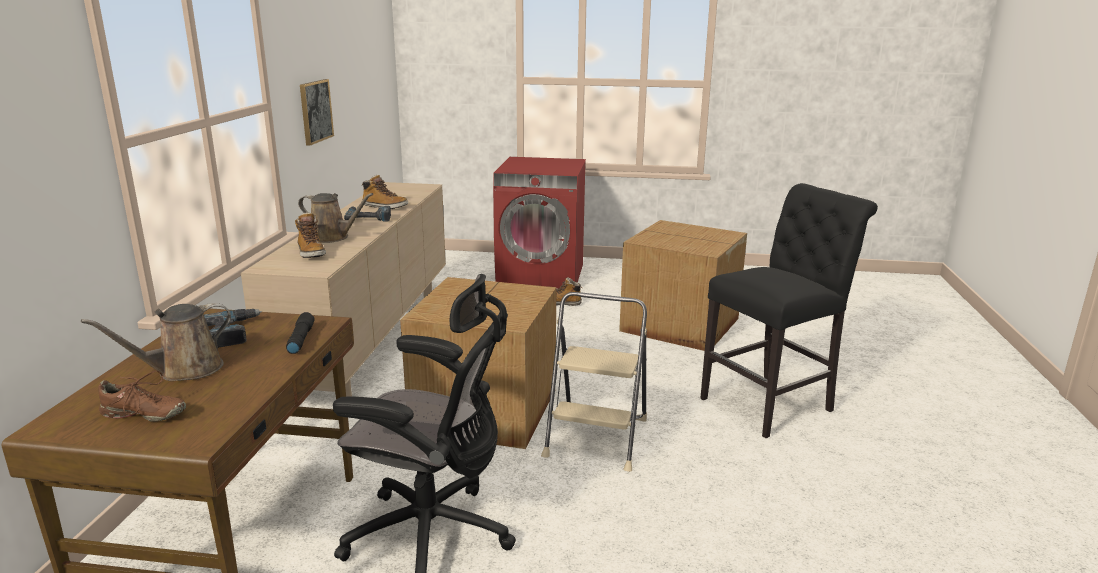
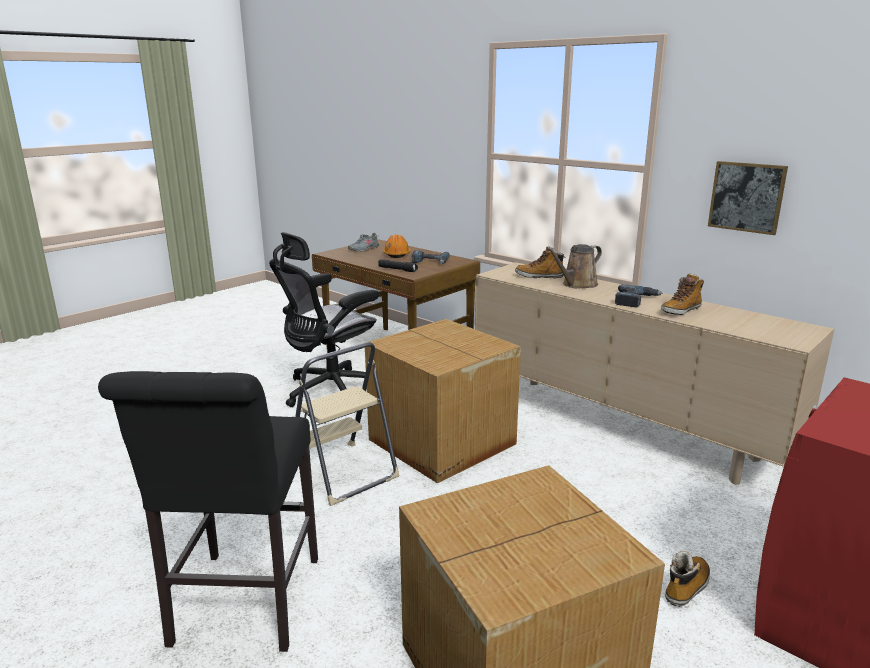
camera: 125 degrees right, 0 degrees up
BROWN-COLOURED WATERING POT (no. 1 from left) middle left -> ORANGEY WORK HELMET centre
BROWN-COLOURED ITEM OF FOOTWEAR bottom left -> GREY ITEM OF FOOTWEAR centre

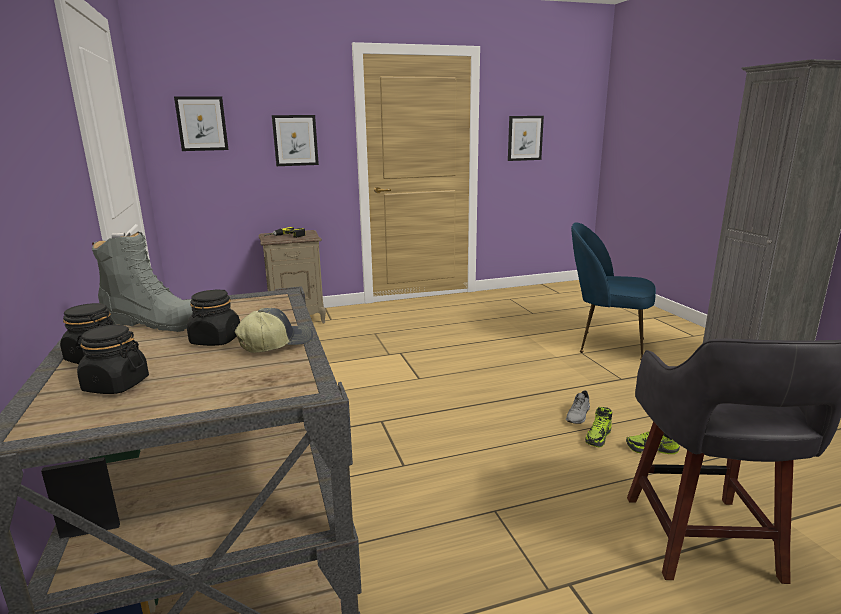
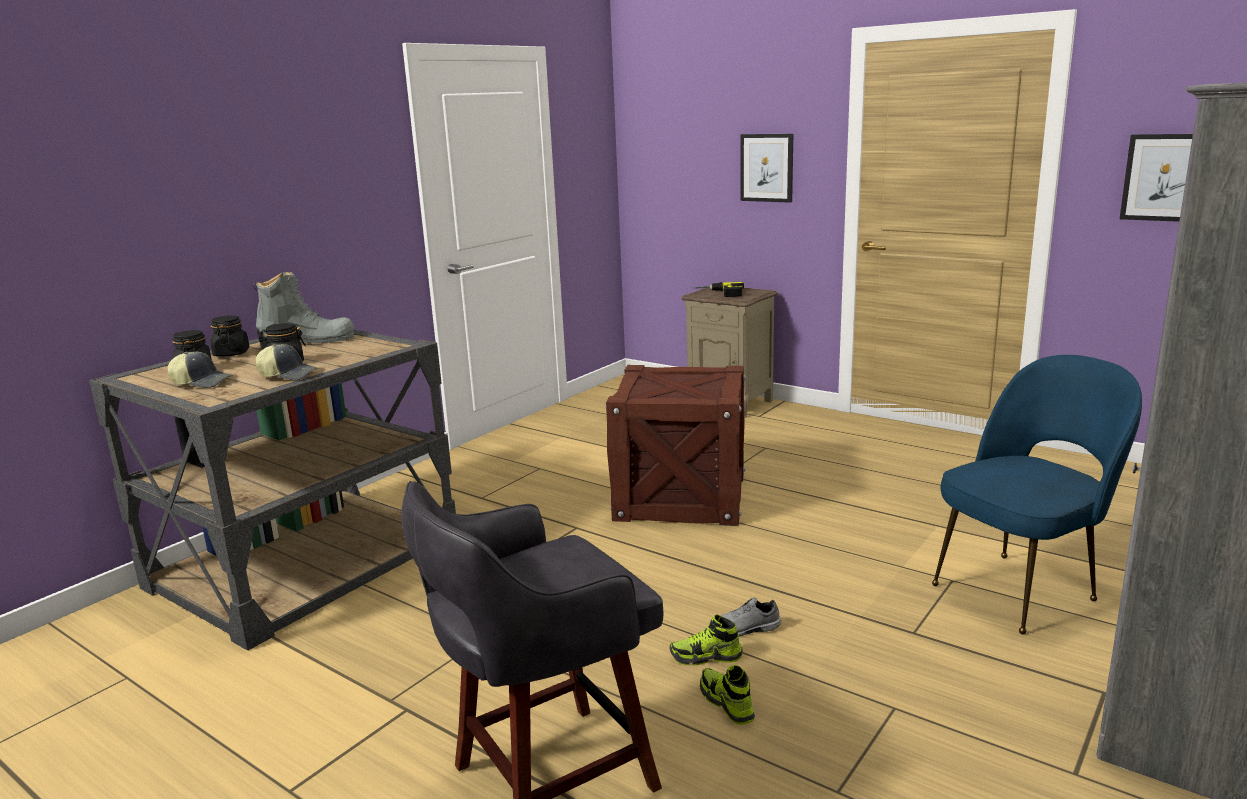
camera: 55 degrees right, 0 degrees up
GREY BOOT middle left, 90 degrees counterclockwise
WALL ART (no. 1 from left) top left -> none
BLUE UPRIGHT CHAIR middle right, 75 degrees clockwise
none -> PEAKED CAP (no. 1 from left) middle left
none -> PACKING CRATE centre

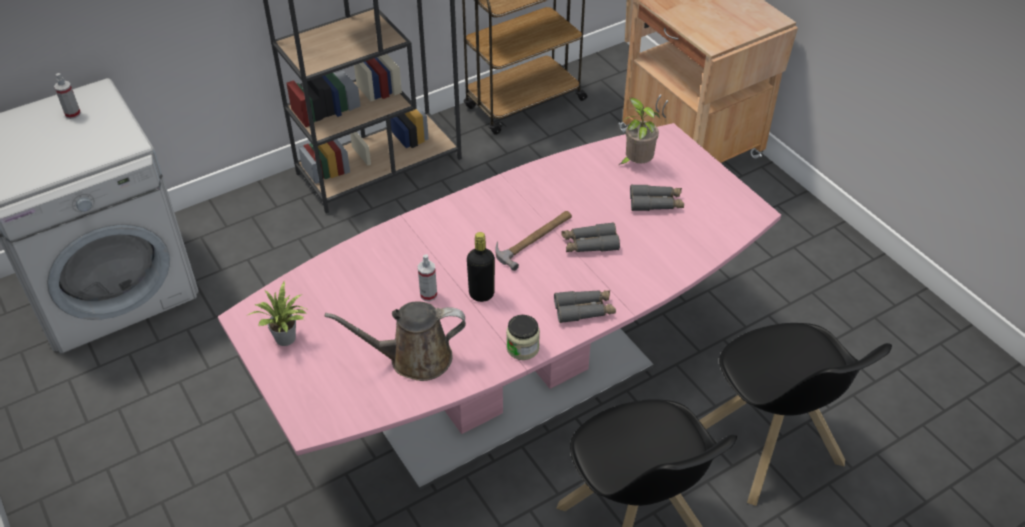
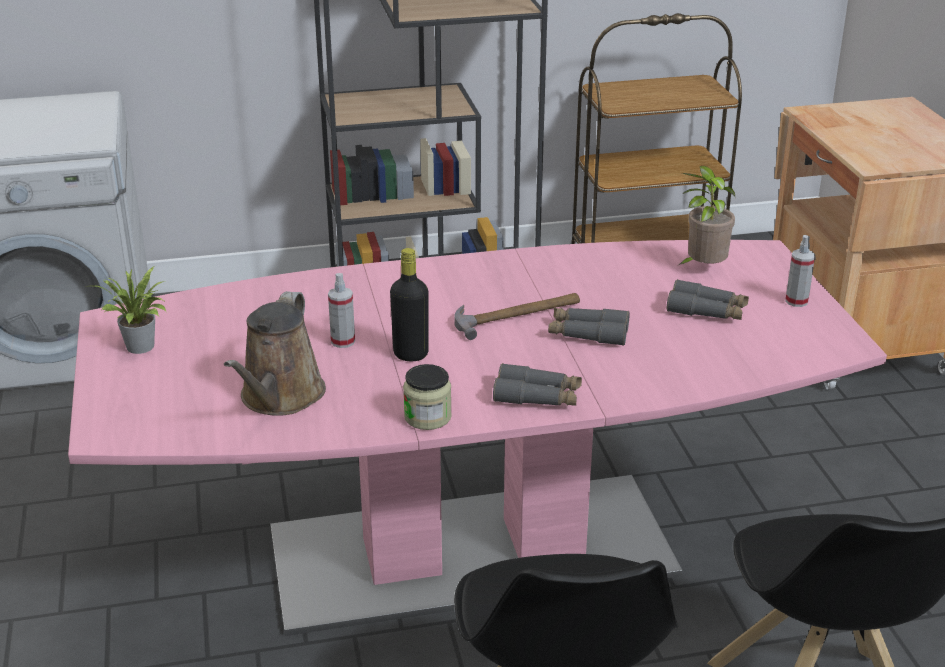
camera: 20 degrees right, 15 degrees down
SPRAY BOTTLE (no. 1 from left in the first image) top left -> SPRAY BOTTLE (no. 2 from left) middle right, relocated
BROWN-COLOURED WATERING POT centre -> BROWN-COLOURED WATERING POT middle left, 90 degrees counterclockwise

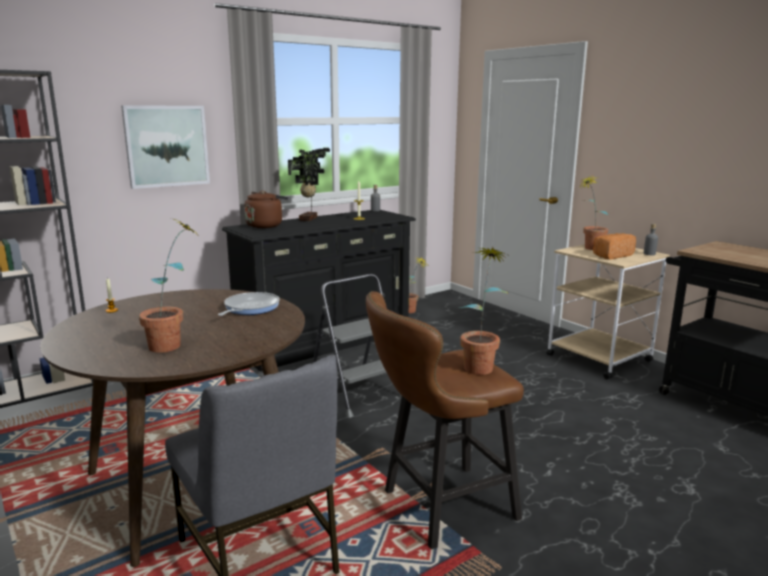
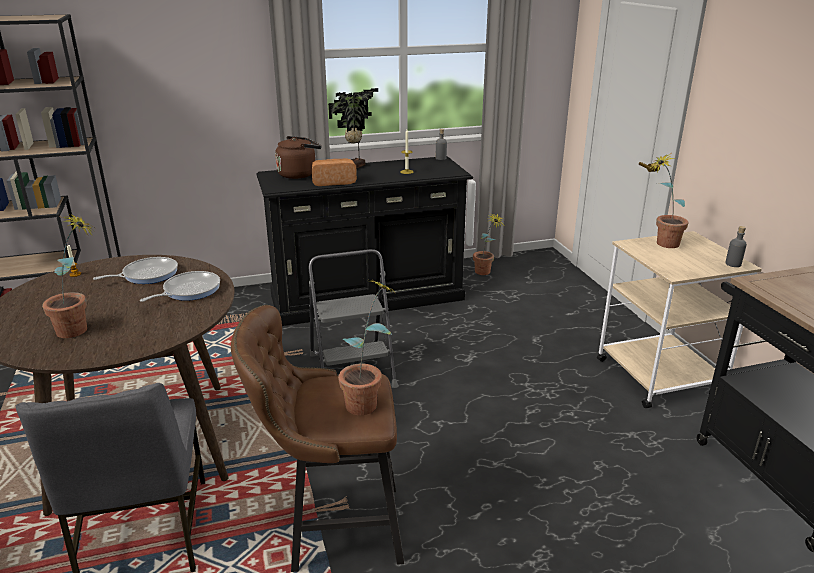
camera: 20 degrees right, 10 degrees up
WALL ART top left -> none
BREAD middle right -> BREAD top centre, relocated
none -> SKILLET (no. 1 from left) middle left

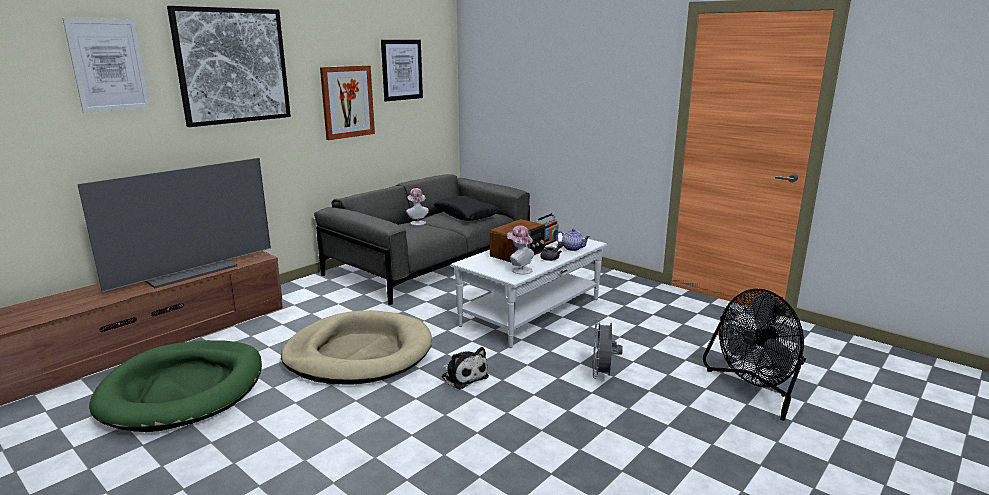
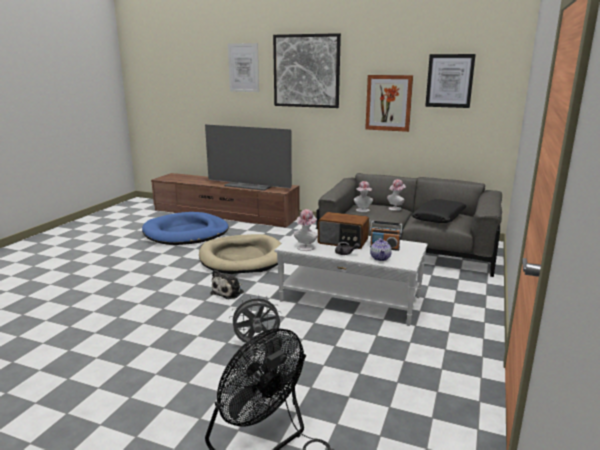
camera: 70 degrees right, 0 degrees up
GREEN PET BED bottom left -> BLUE PET BED middle left
none -> CLOTHING HAT (no. 2 from left) centre

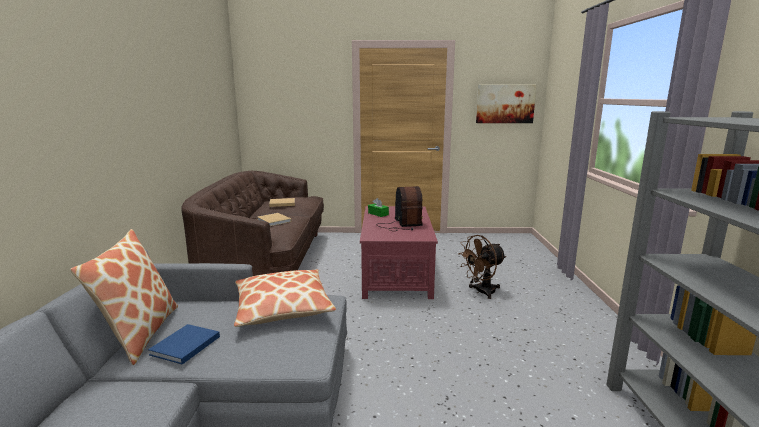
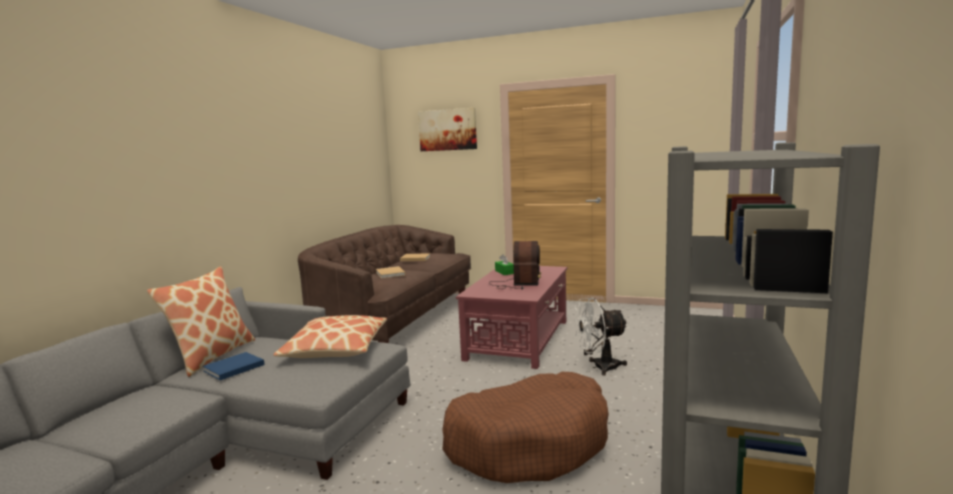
camera: 20 degrees right, 5 degrees down
BROWN-COLOURED ELECTRIC FAN centre -> WHITE ELECTRIC FAN bottom centre
WALL ART top right -> WALL ART top centre, relocated
none -> BROWN-COLOURED PET BED bottom centre

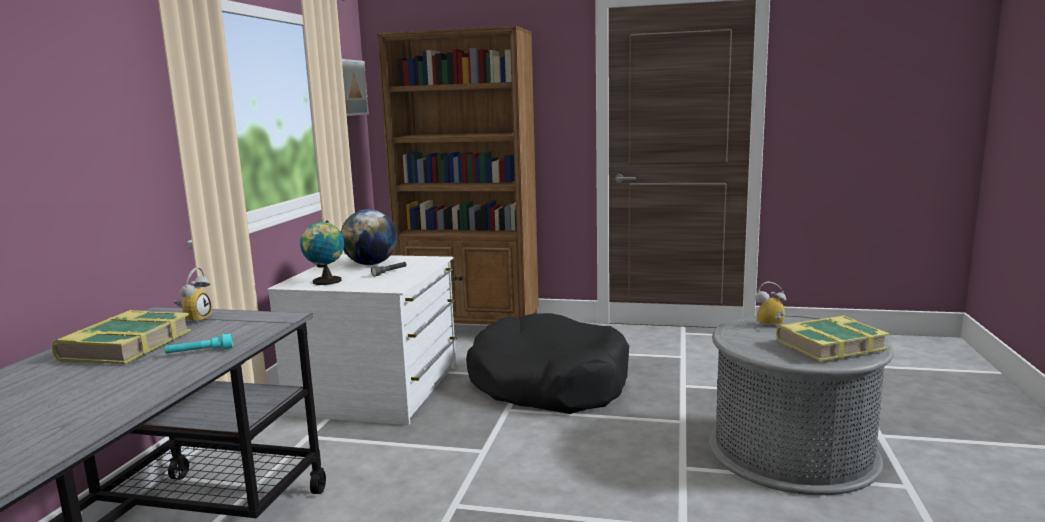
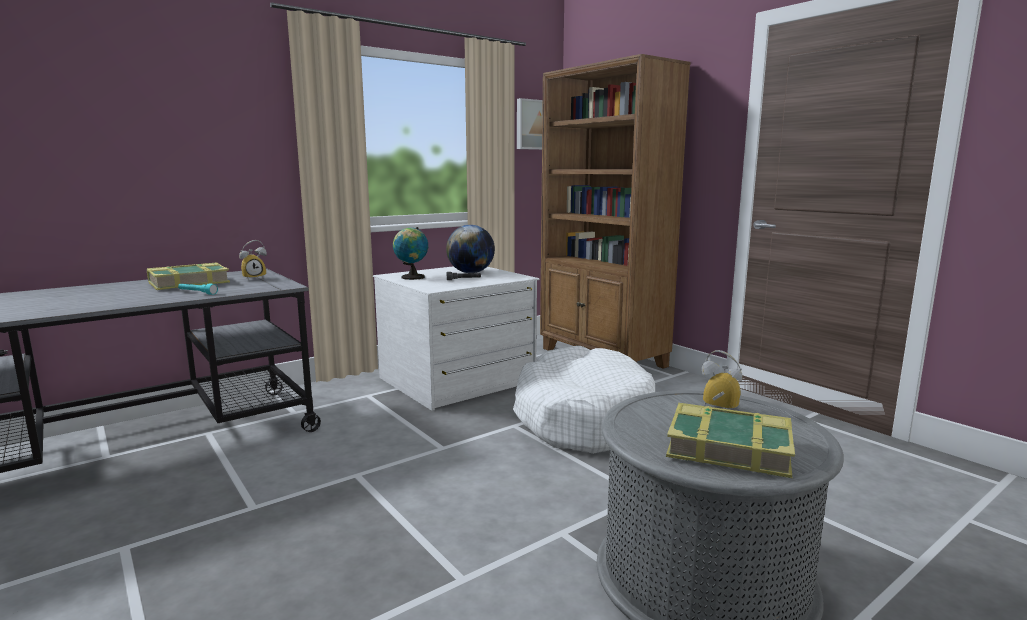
camera: 40 degrees right, 0 degrees up
BLACK-COLOURED PET BED bottom centre -> WHITE PET BED centre

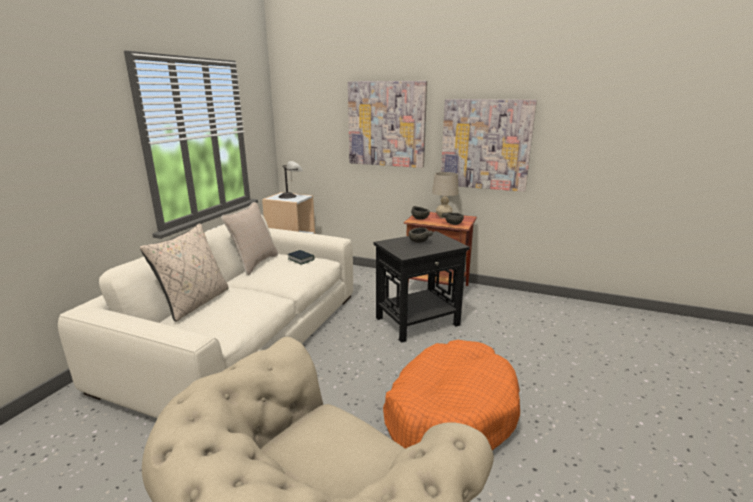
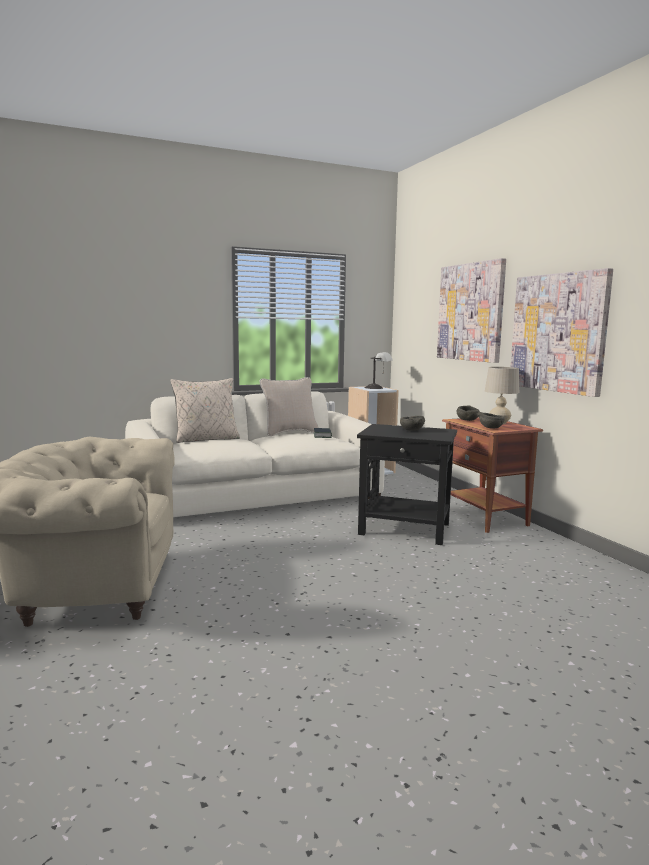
camera: 45 degrees right, 10 degrees down
ORANGEY PET BED bottom centre -> none

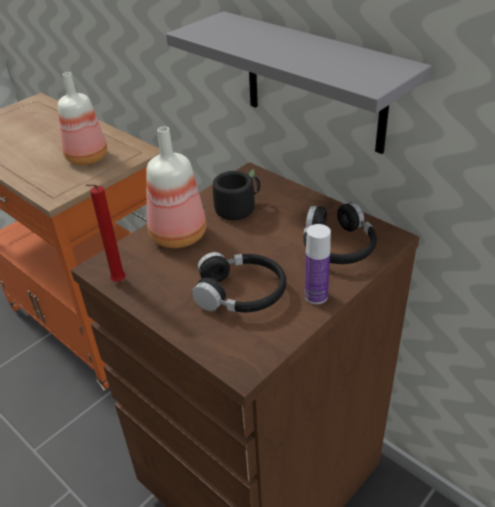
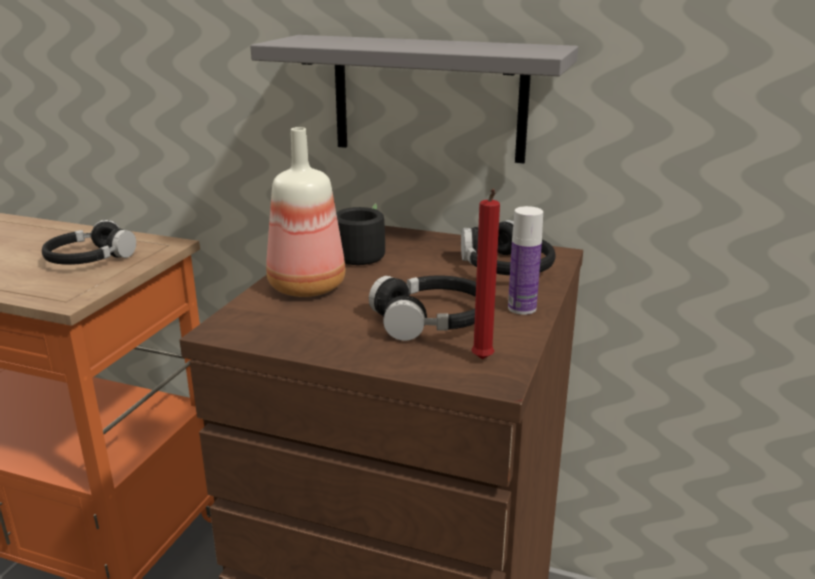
camera: 25 degrees left, 15 degrees down
DRINK BOTTLE (no. 1 from left) top left -> BLACK-COLOURED PAIR OF HEADPHONES (no. 1 from left) middle left
REDDISH WAX CANDLE middle left -> REDDISH WAX CANDLE centre, relocated

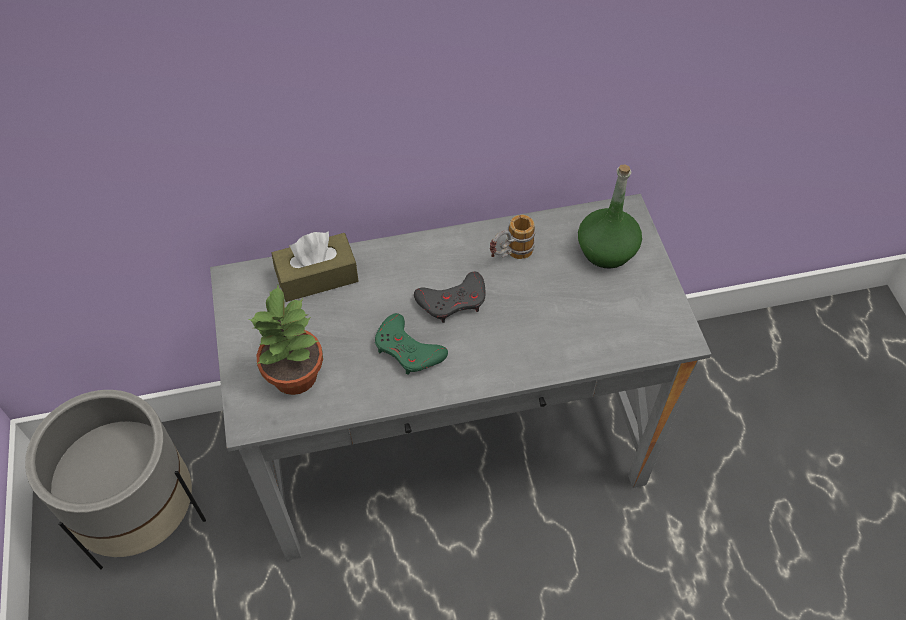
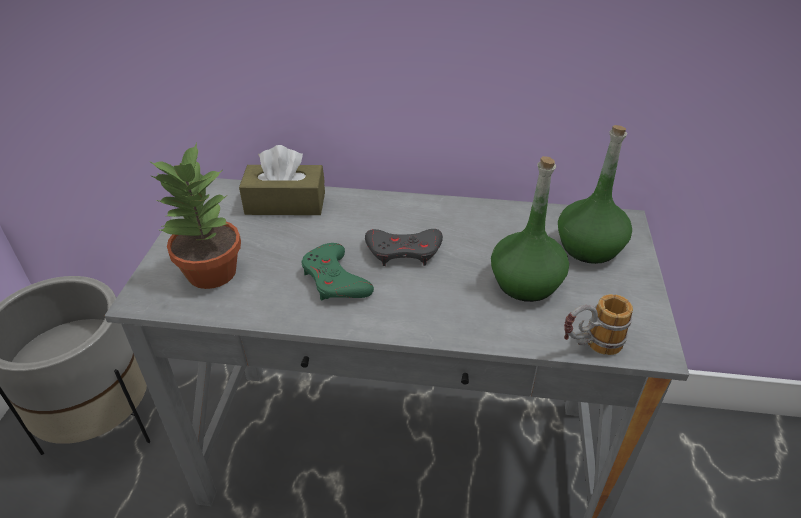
camera: 20 degrees right, 15 degrees down
MUG centre -> MUG middle right, relocated
none -> GREEN DRINK BOTTLE (no. 1 from left) centre

